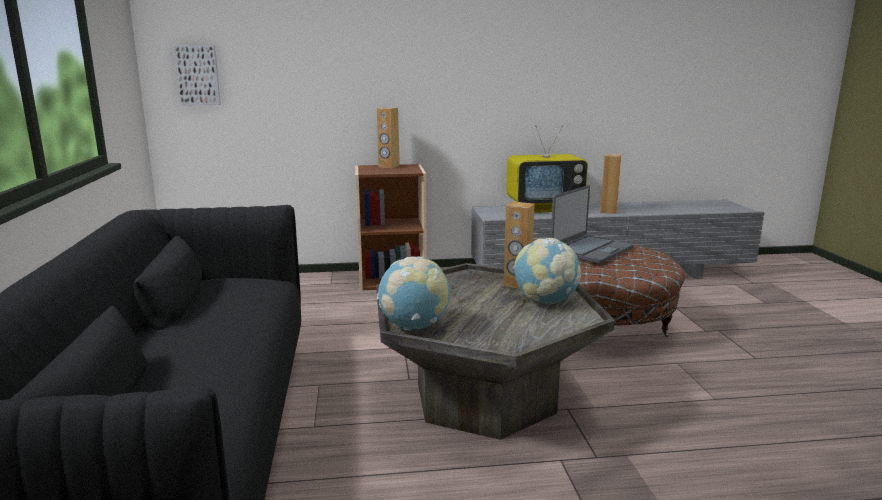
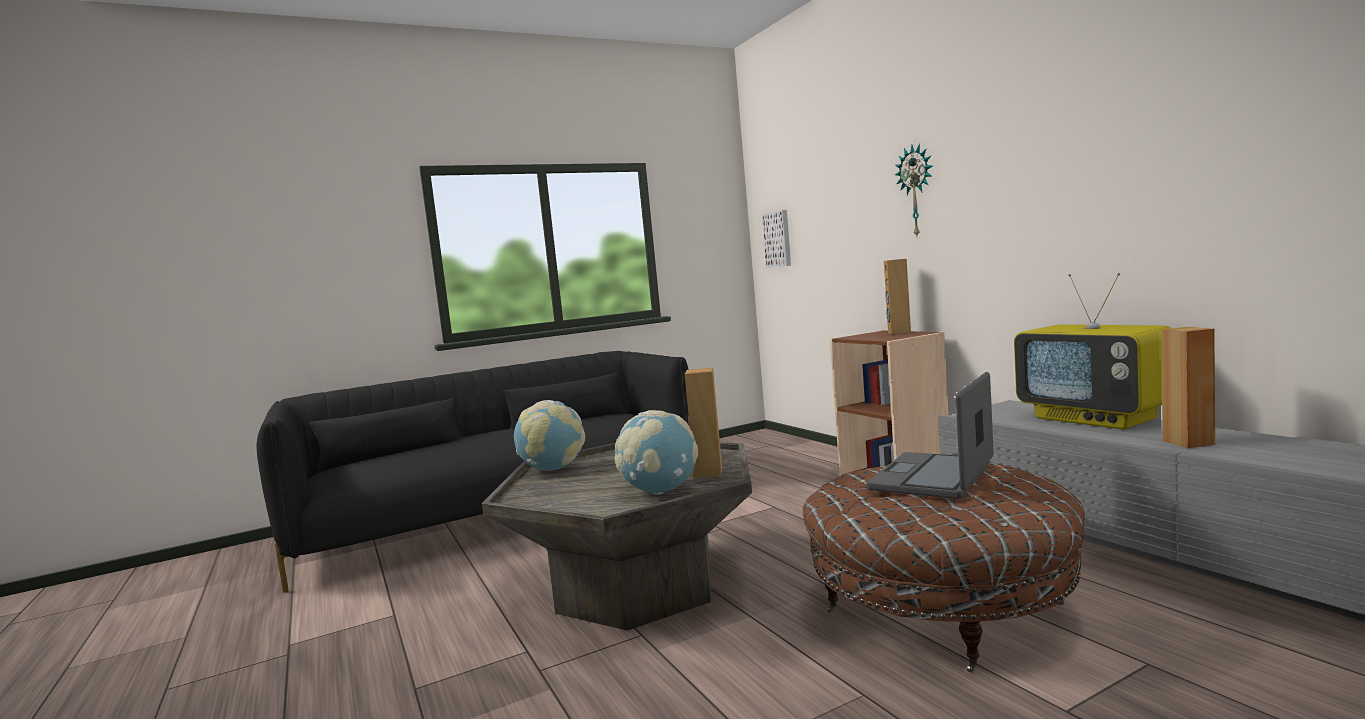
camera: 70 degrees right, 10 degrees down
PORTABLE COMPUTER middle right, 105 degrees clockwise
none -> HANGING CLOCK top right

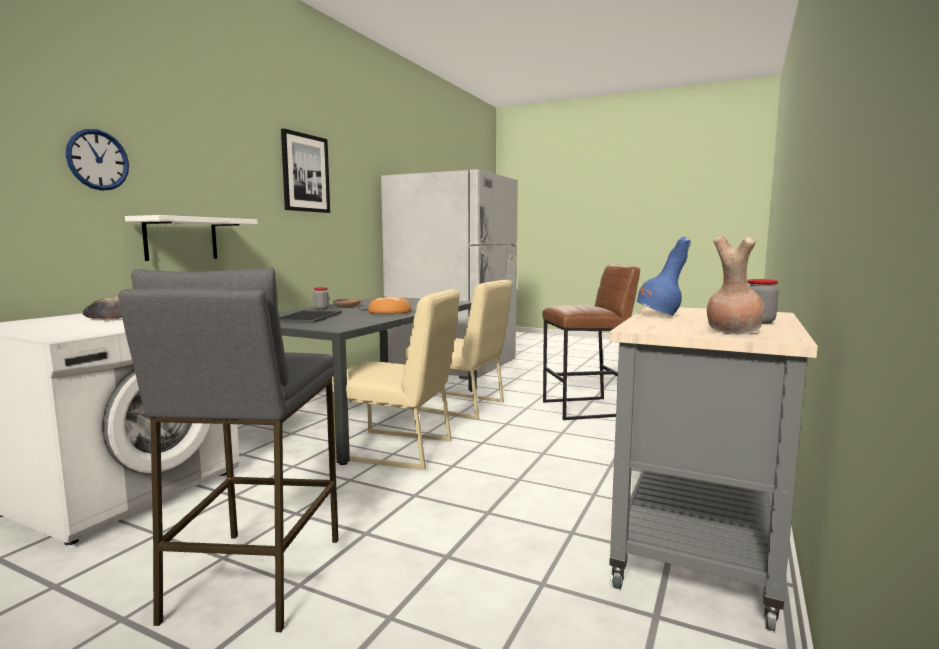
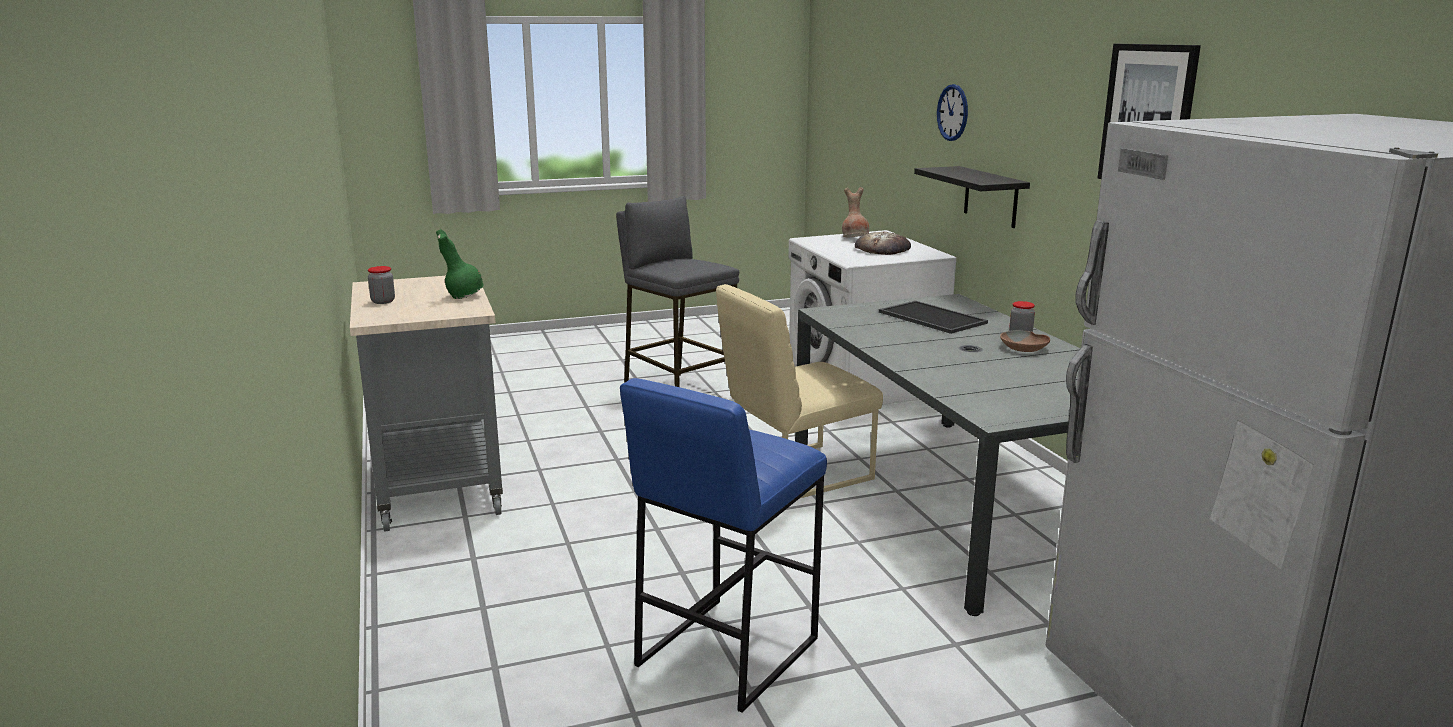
camera: 135 degrees right, 10 degrees up
WHITE SHELF middle left -> BLACK-COLOURED SHELF top right
BREAD (no. 2 from left) centre -> none
BEIGE UPRIGHT CHAIR (no. 2 from left) centre -> none
BROWN-COLOURED SITTING STOOL centre -> BLUE SITTING STOOL bottom centre
BLUE DECORATIVE VASE middle right -> GREEN DECORATIVE VASE middle left
BROWN-COLOURED DECORATIVE VASE middle right -> BROWN-COLOURED DECORATIVE VASE top centre, relocated

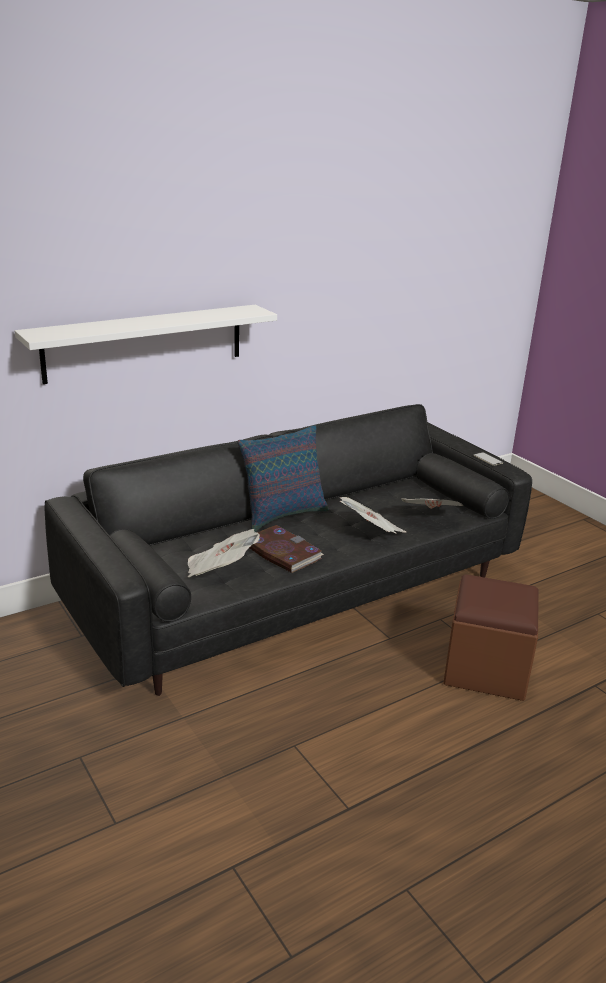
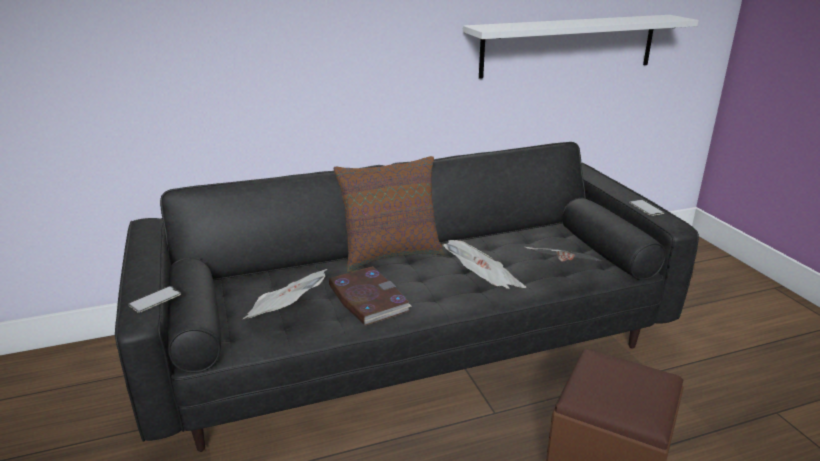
camera: 15 degrees right, 0 degrees up
WHITE SHELF middle left -> WHITE SHELF top right, relocated
BLUE PILLOW centre -> BROWN-COLOURED PILLOW centre
none -> TELEPHONE (no. 1 from left) middle left

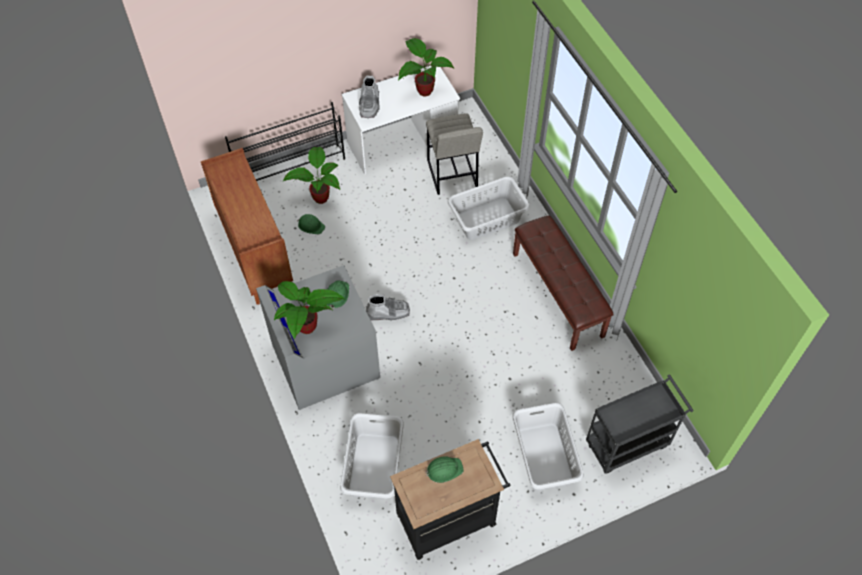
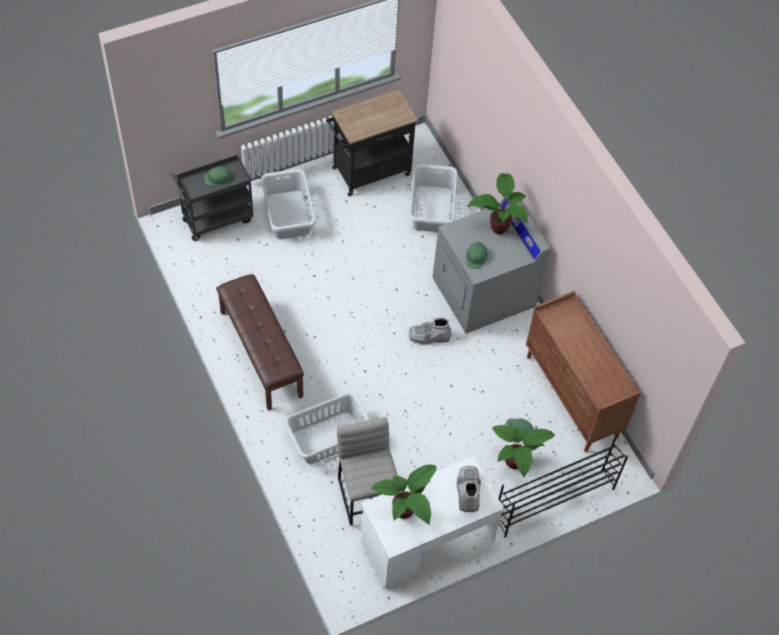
camera: 175 degrees right, 0 degrees up
GREEN WORK HELMET (no. 3 from left in the first image) bottom centre -> GREEN WORK HELMET (no. 1 from left) top left, relocated

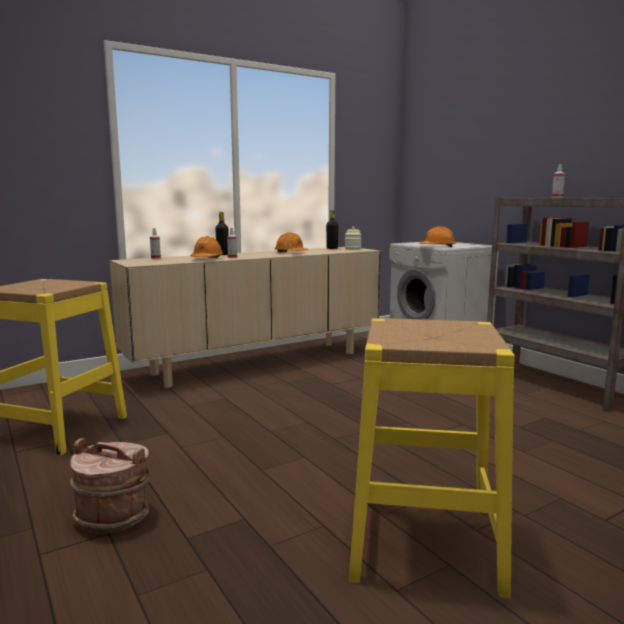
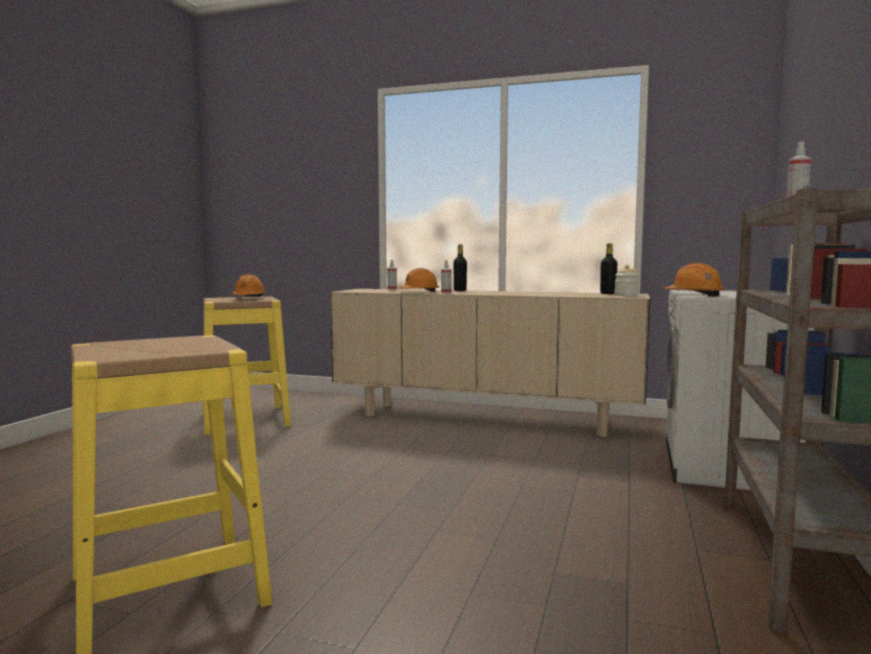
camera: 50 degrees right, 5 degrees down
BROWN-COLOURED BUCKET bottom left -> none
ORANGEY WORK HELMET (no. 2 from left in the first image) centre -> ORANGEY WORK HELMET (no. 1 from left) middle left, relocated

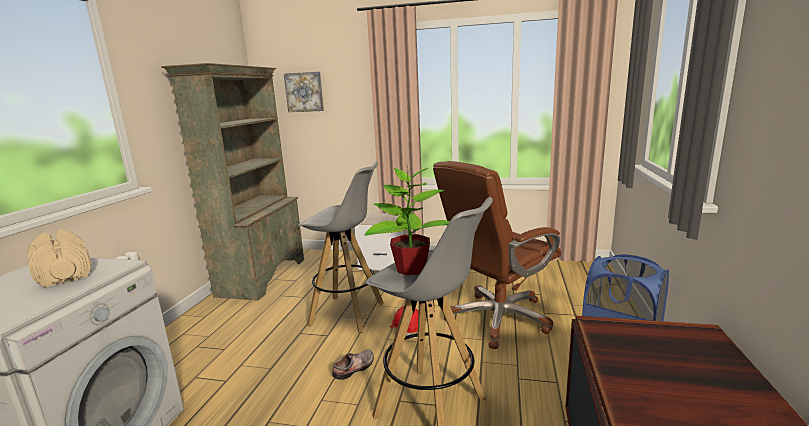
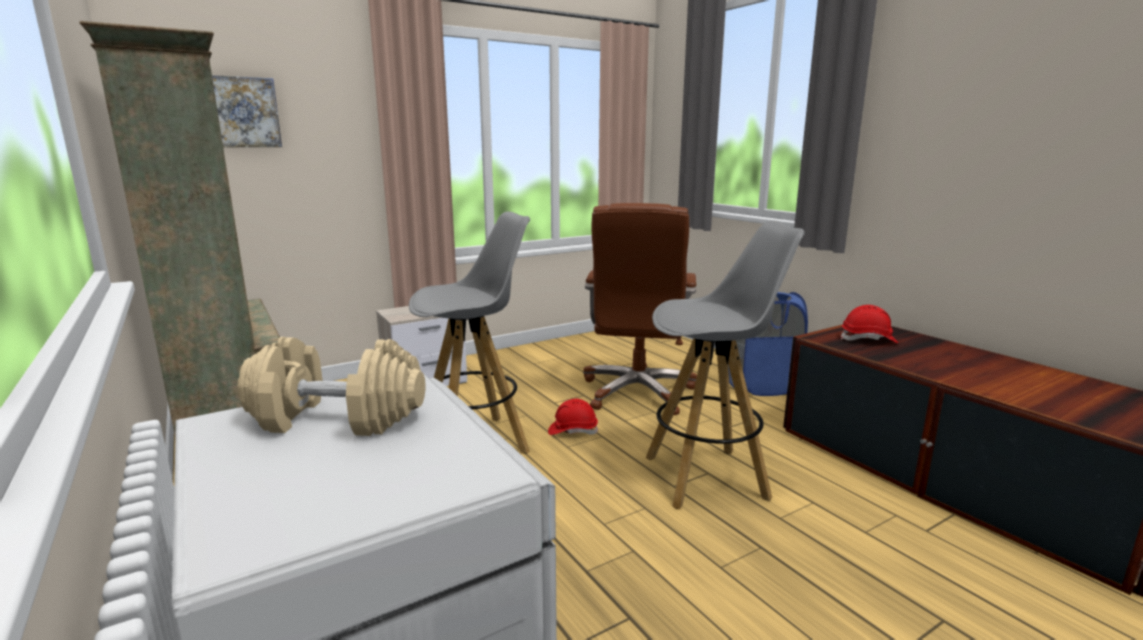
camera: 45 degrees left, 0 degrees up
ITEM OF FOOTWEAR bottom centre -> none
POTTED PLANT centre -> none
none -> REDDISH WORK HELMET (no. 2 from left) middle right

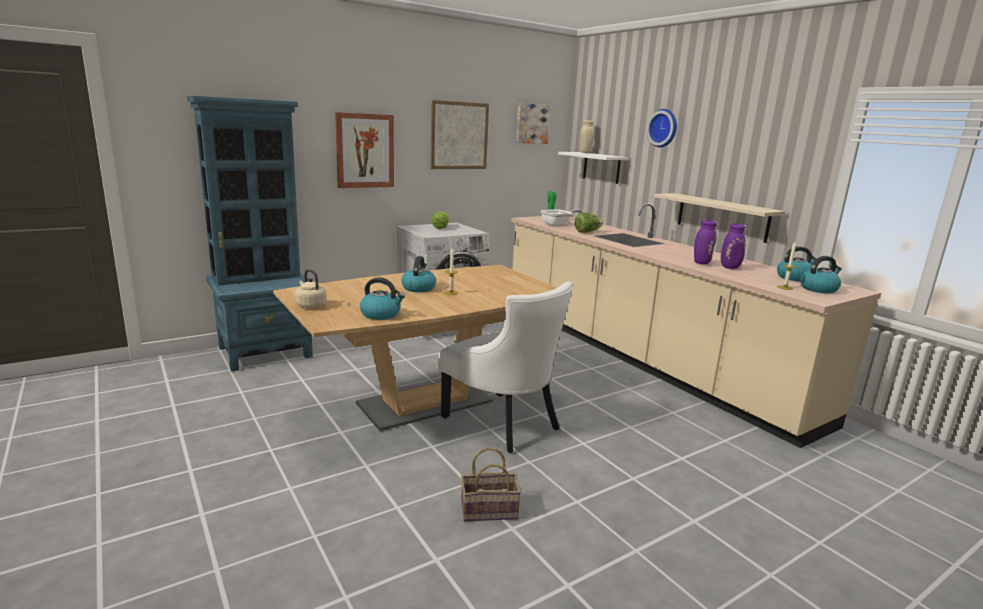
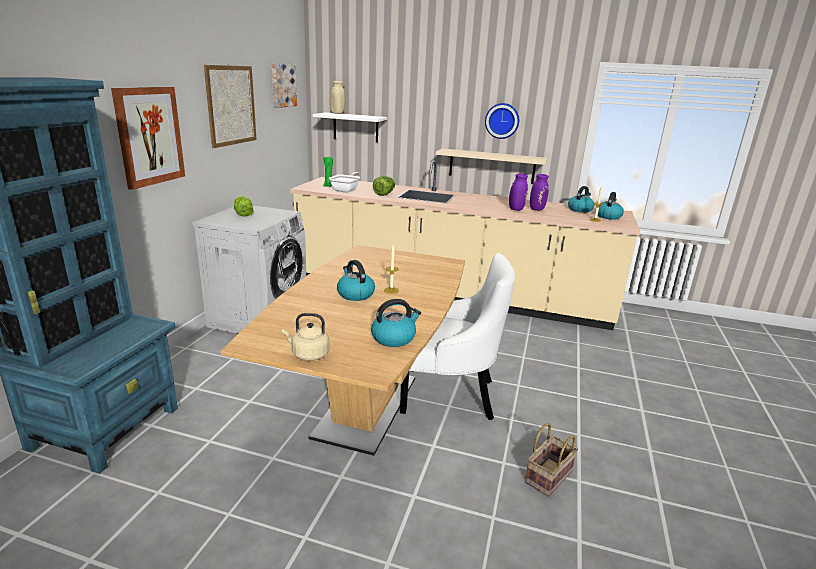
camera: 40 degrees left, 5 degrees up
HANGING CLOCK top right -> HANGING CLOCK top centre, relocated

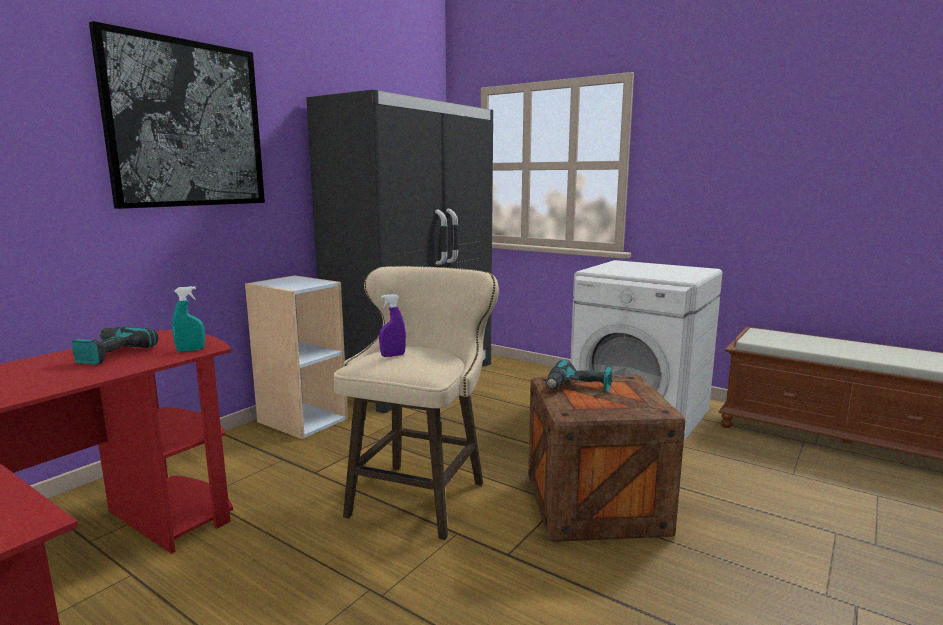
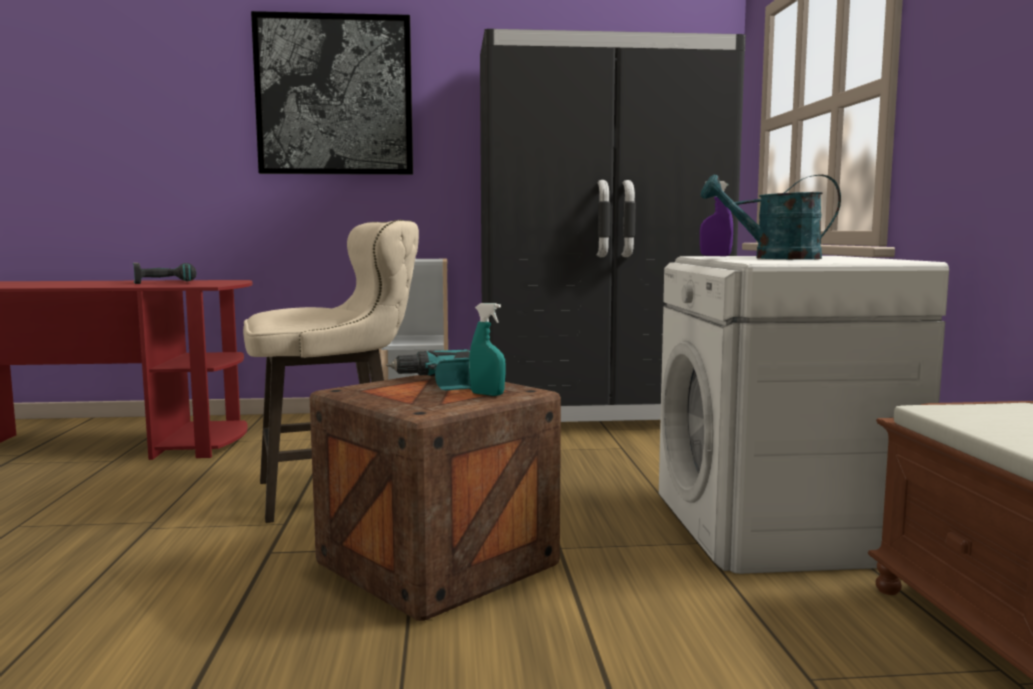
camera: 50 degrees right, 5 degrees down
TURQUOISE SPRAY BOTTLE middle left -> TURQUOISE SPRAY BOTTLE centre, relocated
PURPLE-COLOURED SPRAY BOTTLE centre -> PURPLE-COLOURED SPRAY BOTTLE top right, relocated
none -> TURQUOISE WATERING POT top right

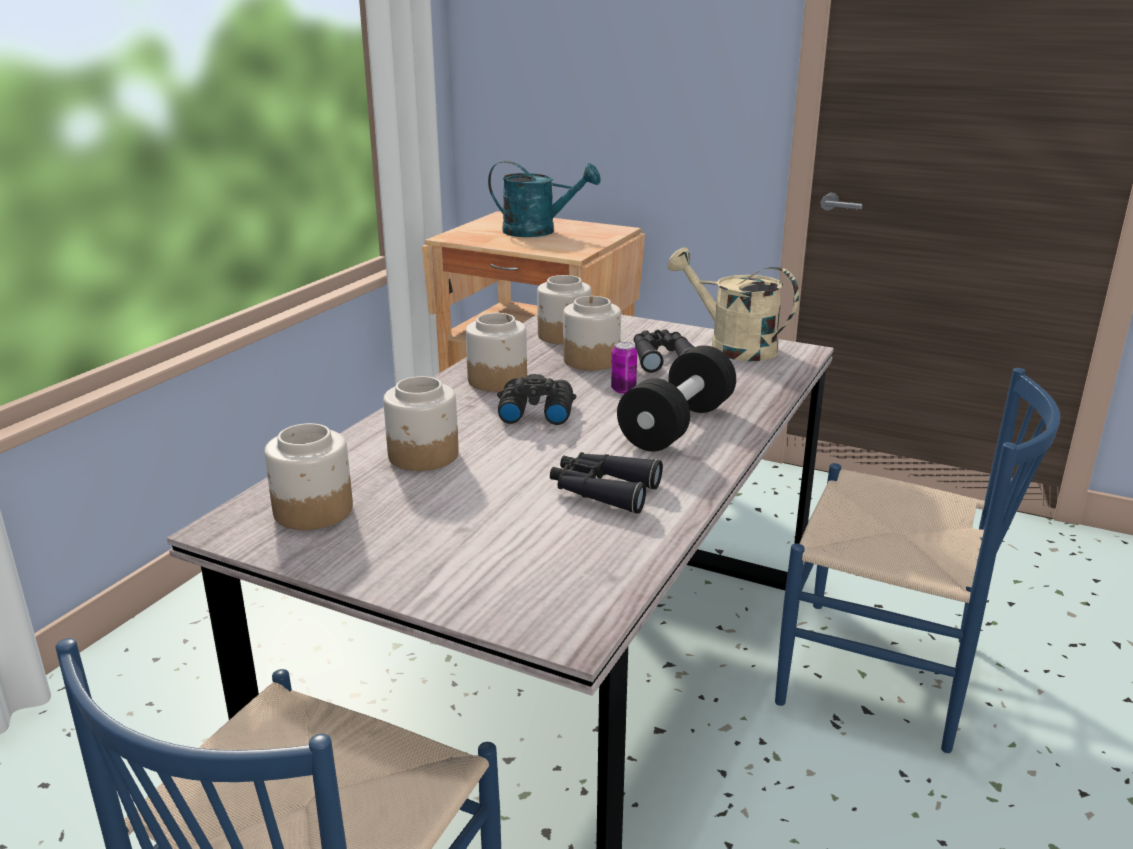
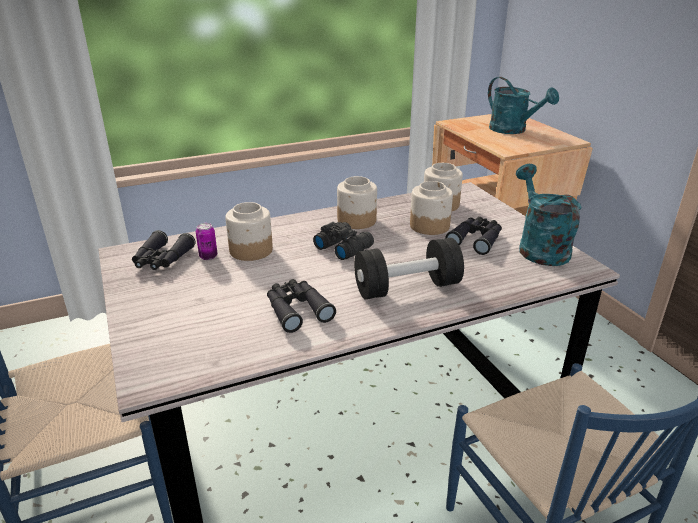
camera: 40 degrees right, 5 degrees up
PRESERVE JAR (no. 1 from left) middle left -> BLACK-COLOURED FIELD GLASSES (no. 1 from left) middle left
SEALED CAN centre -> SEALED CAN middle left, relocated
BEIGE WATERING POT centre -> TURQUOISE WATERING POT (no. 2 from left) middle right

